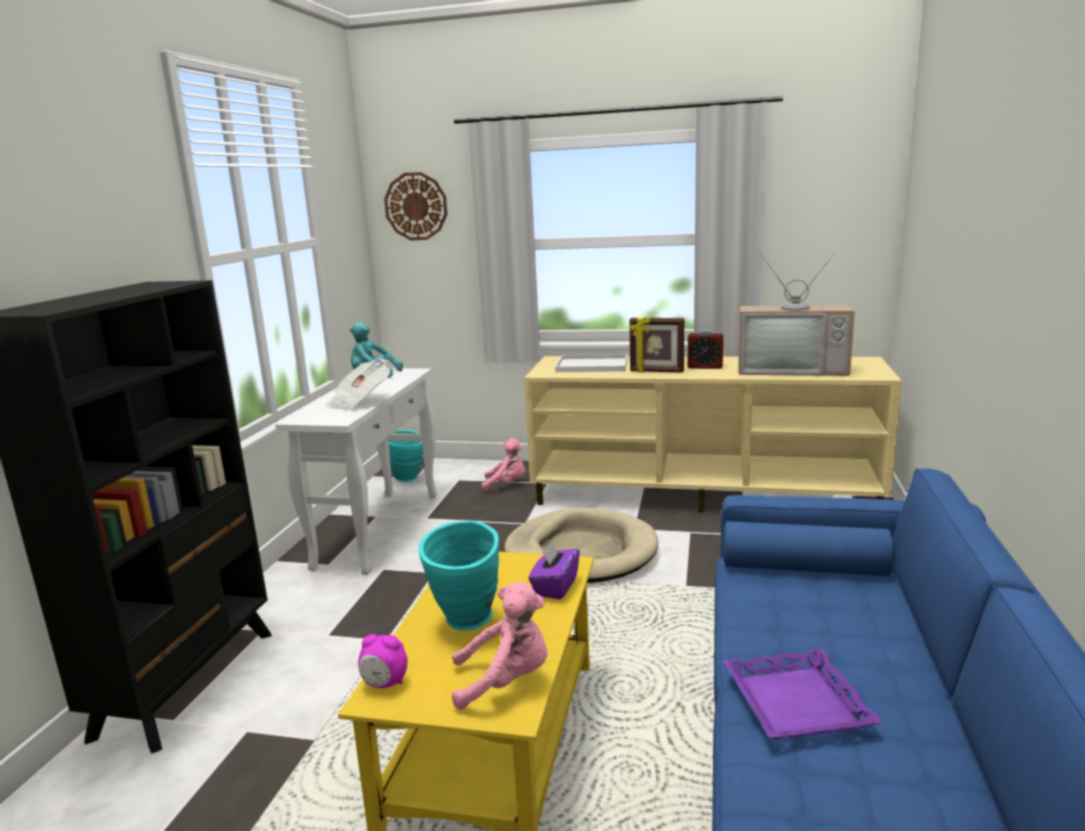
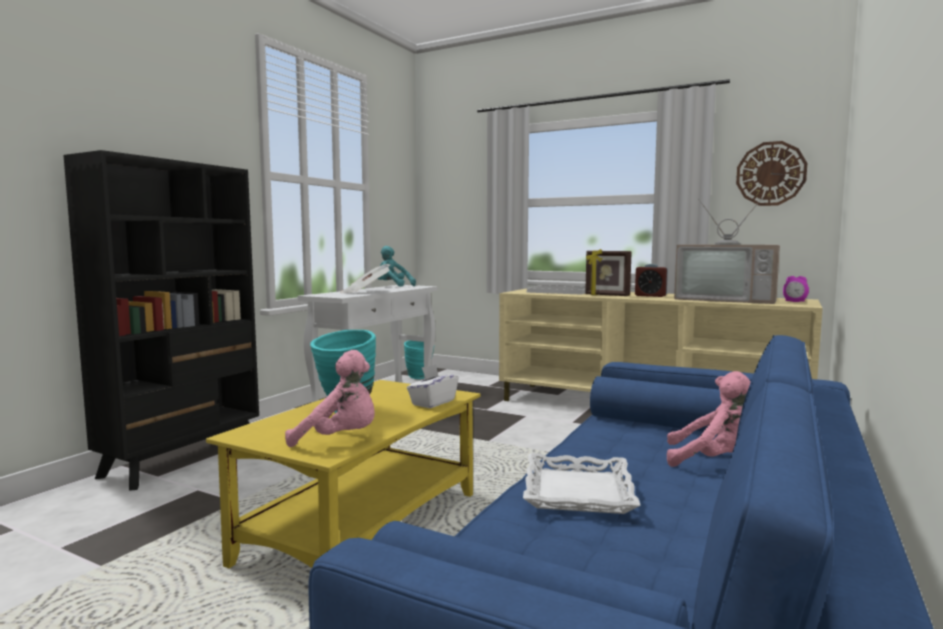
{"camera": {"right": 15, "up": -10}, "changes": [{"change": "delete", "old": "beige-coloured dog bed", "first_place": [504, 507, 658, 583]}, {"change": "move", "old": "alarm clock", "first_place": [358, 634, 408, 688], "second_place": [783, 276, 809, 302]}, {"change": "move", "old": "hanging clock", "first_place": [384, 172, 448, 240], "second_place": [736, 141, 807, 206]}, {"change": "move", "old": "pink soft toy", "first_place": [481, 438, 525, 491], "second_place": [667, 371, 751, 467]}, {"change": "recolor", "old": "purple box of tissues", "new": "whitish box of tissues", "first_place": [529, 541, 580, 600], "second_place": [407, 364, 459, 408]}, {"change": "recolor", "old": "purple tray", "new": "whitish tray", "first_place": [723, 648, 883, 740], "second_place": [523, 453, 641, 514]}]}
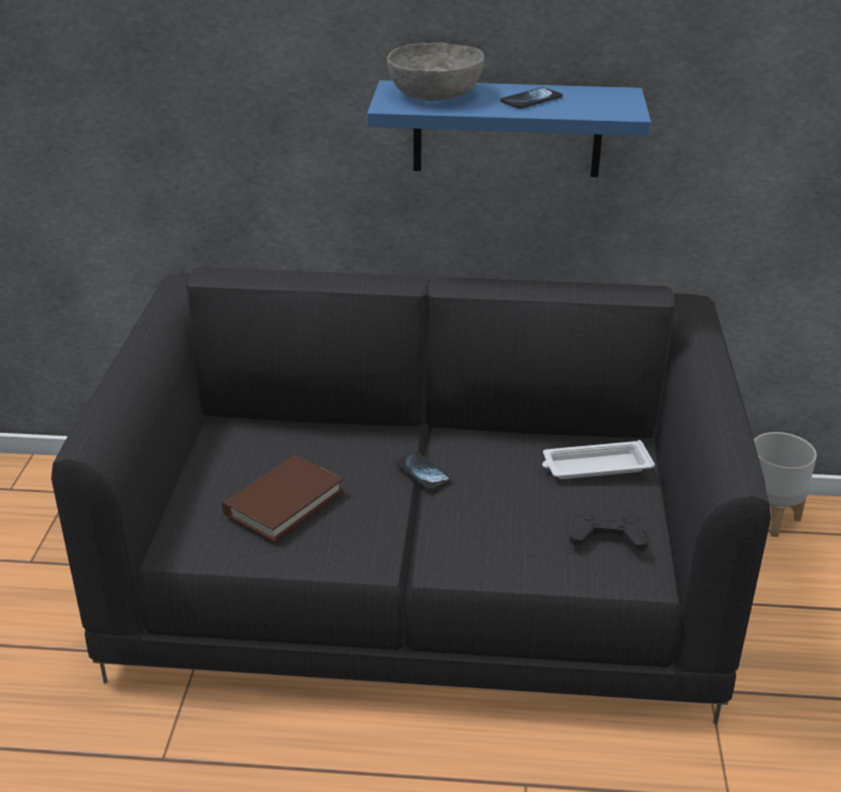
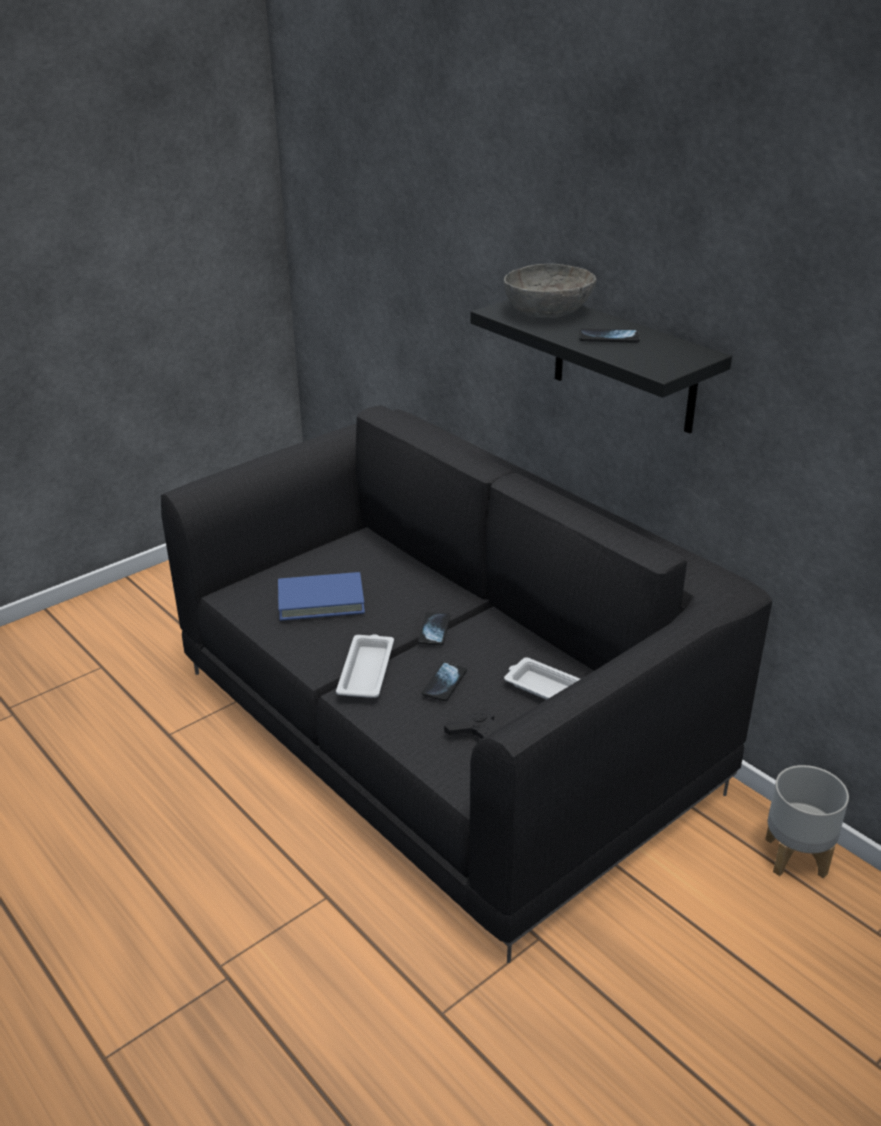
{"camera": {"right": 45, "up": 0}, "changes": [{"change": "insert", "new": "whitish tray", "second_place": [336, 634, 394, 698]}, {"change": "insert", "new": "telephone", "second_place": [422, 662, 467, 701]}, {"change": "recolor", "old": "brown-coloured volume", "new": "blue-coloured volume", "first_place": [222, 455, 344, 542], "second_place": [278, 572, 365, 621]}, {"change": "recolor", "old": "blue-coloured shelf", "new": "black shelf", "first_place": [367, 80, 651, 177], "second_place": [470, 300, 732, 434]}]}
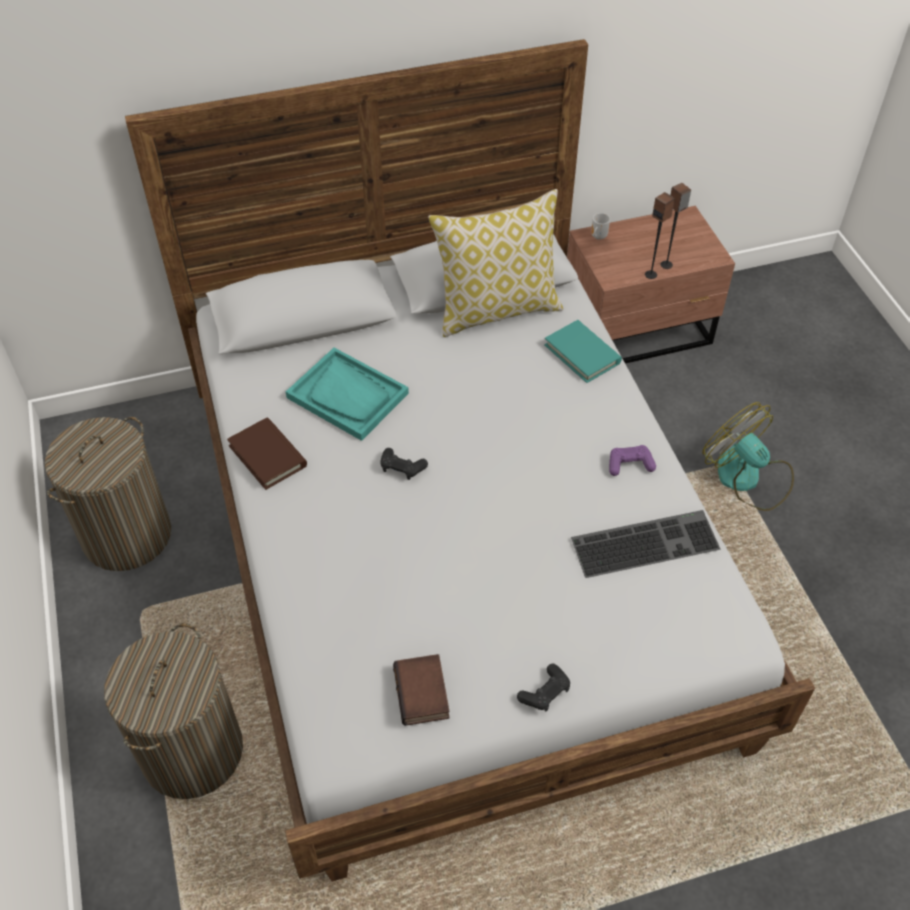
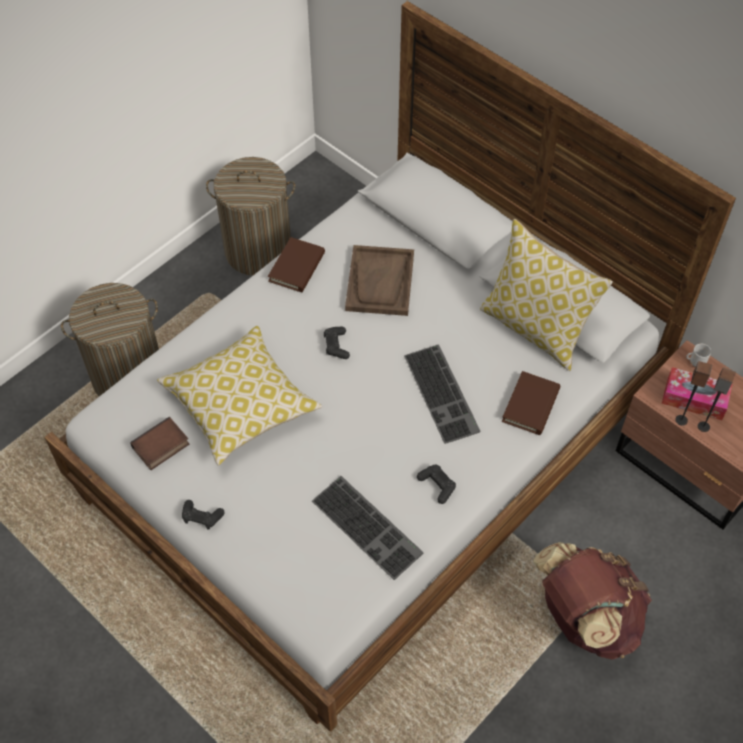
{"camera": {"right": 60, "up": 5}, "changes": [{"change": "insert", "new": "cushion", "second_place": [157, 326, 322, 466]}, {"change": "insert", "new": "PC keyboard", "second_place": [404, 344, 481, 444]}, {"change": "insert", "new": "box of tissues", "second_place": [662, 367, 732, 420]}, {"change": "replace", "old": "fan", "new": "brown-coloured rucksack", "first_place": [702, 402, 794, 511], "second_place": [533, 542, 652, 659]}, {"change": "recolor", "old": "blue-green tray", "new": "brown-coloured tray", "first_place": [286, 348, 409, 441], "second_place": [345, 245, 414, 316]}, {"change": "recolor", "old": "blue-green volume", "new": "brown-coloured volume", "first_place": [544, 320, 622, 383], "second_place": [502, 371, 560, 435]}, {"change": "recolor", "old": "purple gamepad", "new": "black gamepad", "first_place": [609, 445, 656, 476], "second_place": [417, 465, 456, 504]}]}
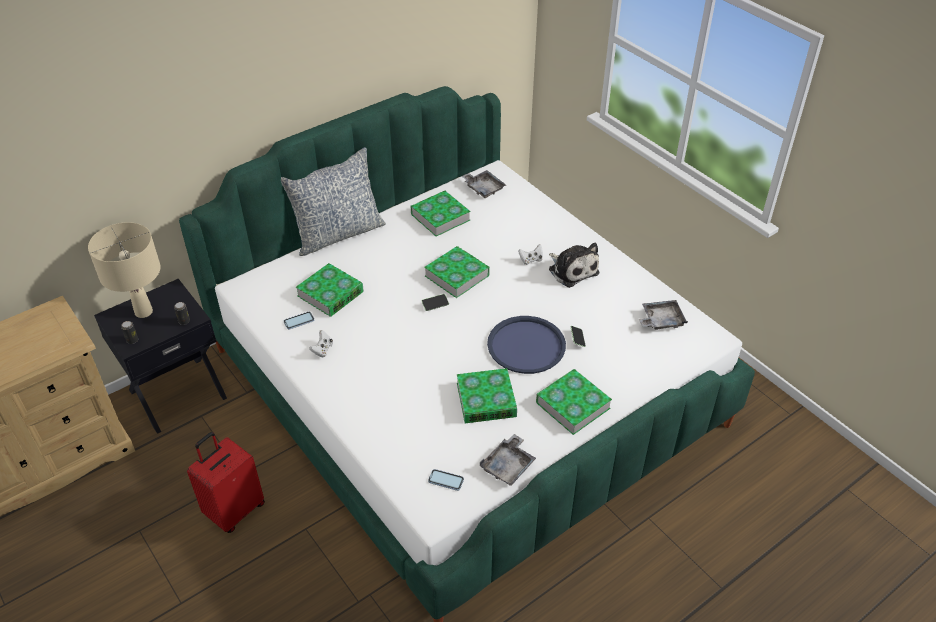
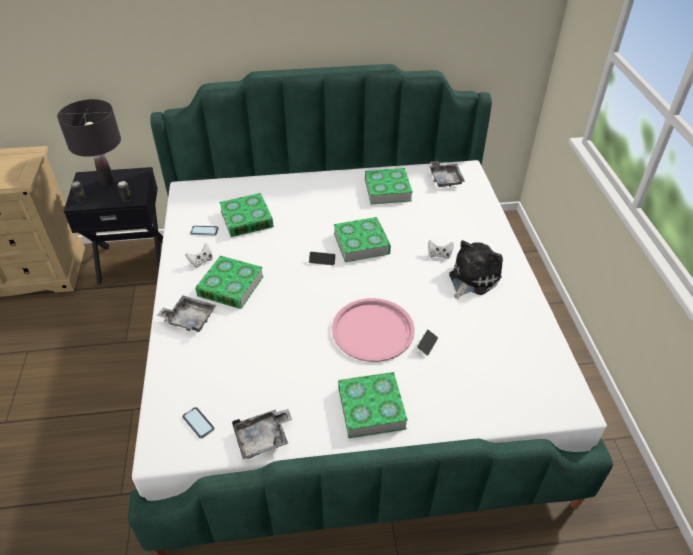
{"camera": {"right": 30, "up": 0}, "changes": [{"change": "delete", "old": "red piece of luggage", "first_place": [187, 432, 265, 533]}, {"change": "delete", "old": "cushion", "first_place": [281, 147, 386, 256]}, {"change": "move", "old": "volume", "first_place": [457, 368, 517, 423], "second_place": [195, 256, 264, 309]}, {"change": "move", "old": "greyish tray", "first_place": [639, 300, 688, 330], "second_place": [157, 295, 216, 332]}, {"change": "recolor", "old": "beige-coloured table lamp", "new": "black table lamp", "first_place": [88, 222, 161, 318], "second_place": [57, 99, 121, 187]}, {"change": "recolor", "old": "blue-coloured tray", "new": "pink tray", "first_place": [487, 316, 566, 374], "second_place": [332, 298, 415, 362]}, {"change": "rotate", "old": "soft toy", "first_place": [549, 243, 599, 288], "second_place": [449, 240, 503, 299], "degrees": -135}]}
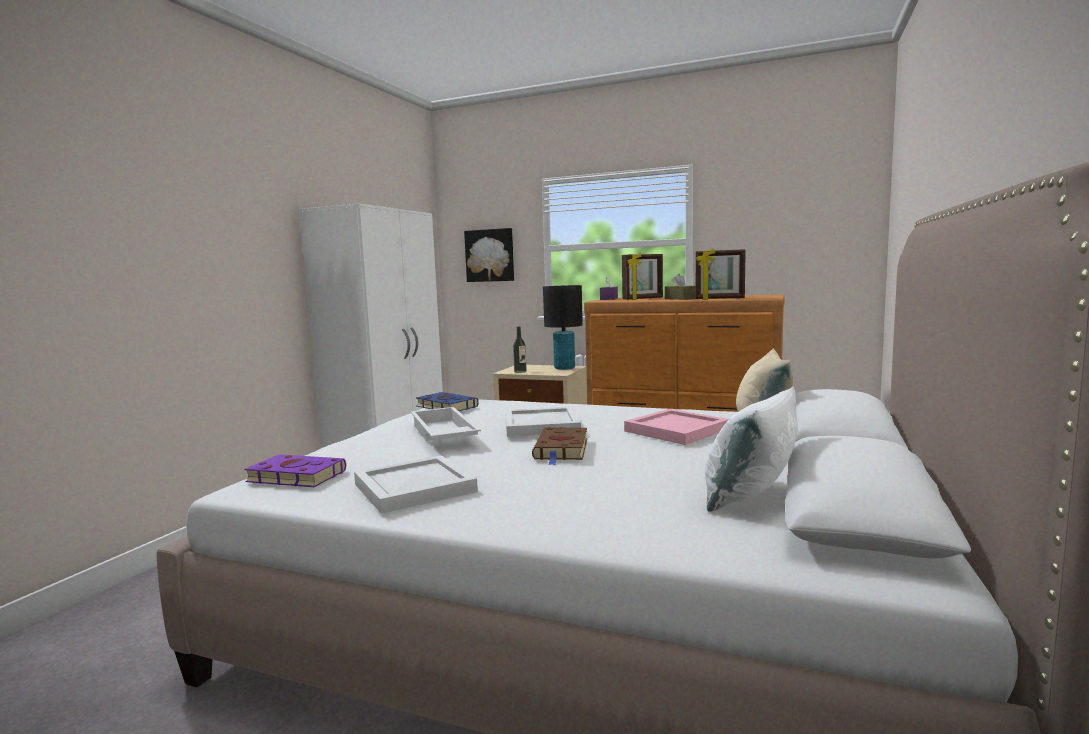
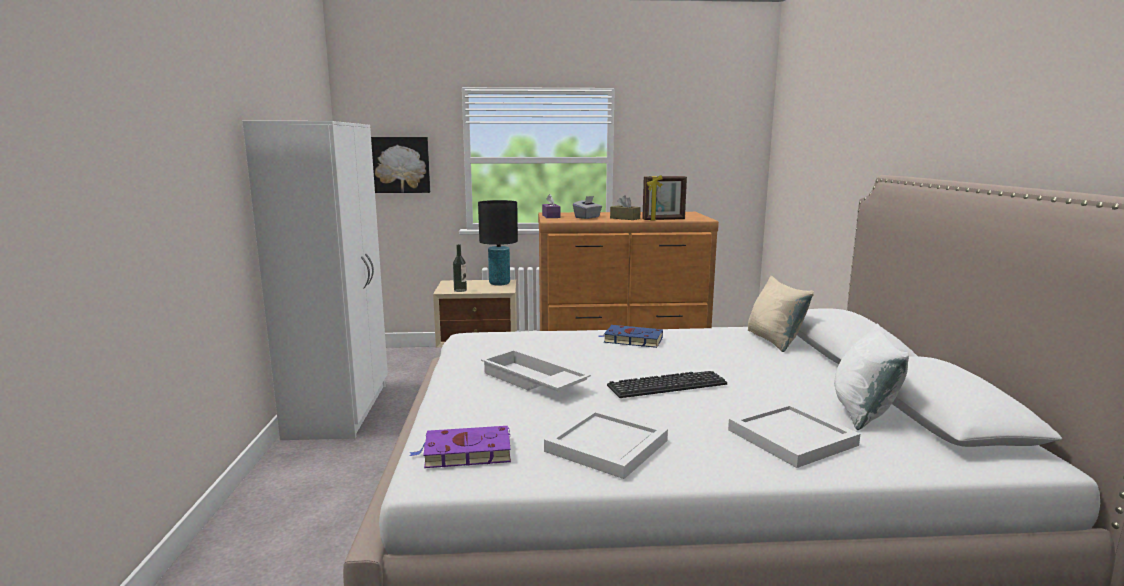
{"camera": {"right": -25, "up": 5}, "changes": [{"change": "delete", "old": "pink tray", "first_place": [624, 409, 729, 445]}, {"change": "move", "old": "blue-coloured volume", "first_place": [416, 392, 479, 411], "second_place": [598, 325, 663, 348]}, {"change": "move", "old": "whitish tray", "first_place": [505, 407, 581, 437], "second_place": [728, 402, 860, 468]}, {"change": "replace", "old": "brown-coloured volume", "new": "PC keyboard", "first_place": [532, 427, 587, 465], "second_place": [607, 371, 727, 398]}, {"change": "replace", "old": "standing frame", "new": "greyish box of tissues", "first_place": [622, 252, 663, 300], "second_place": [573, 196, 602, 219]}]}
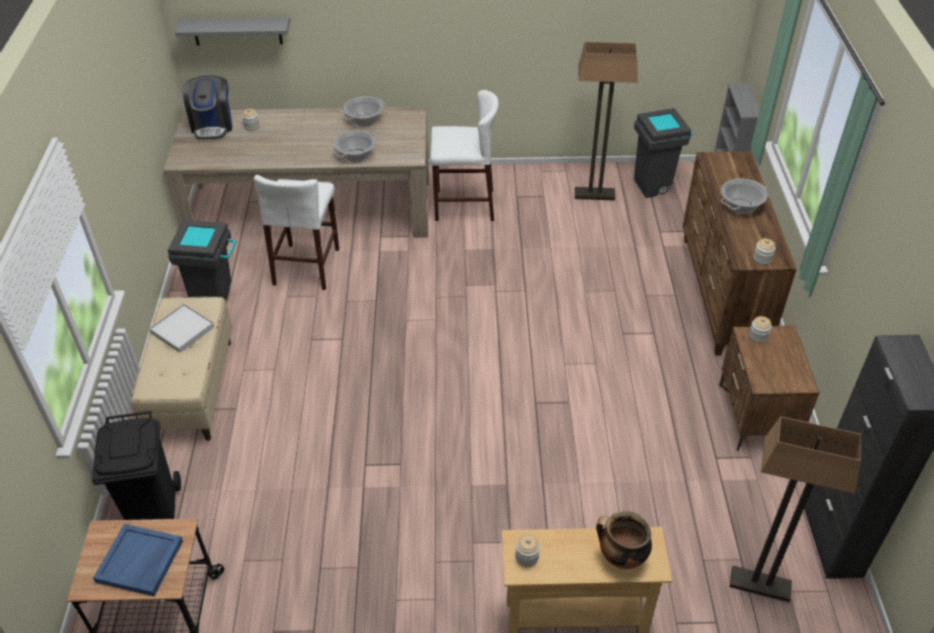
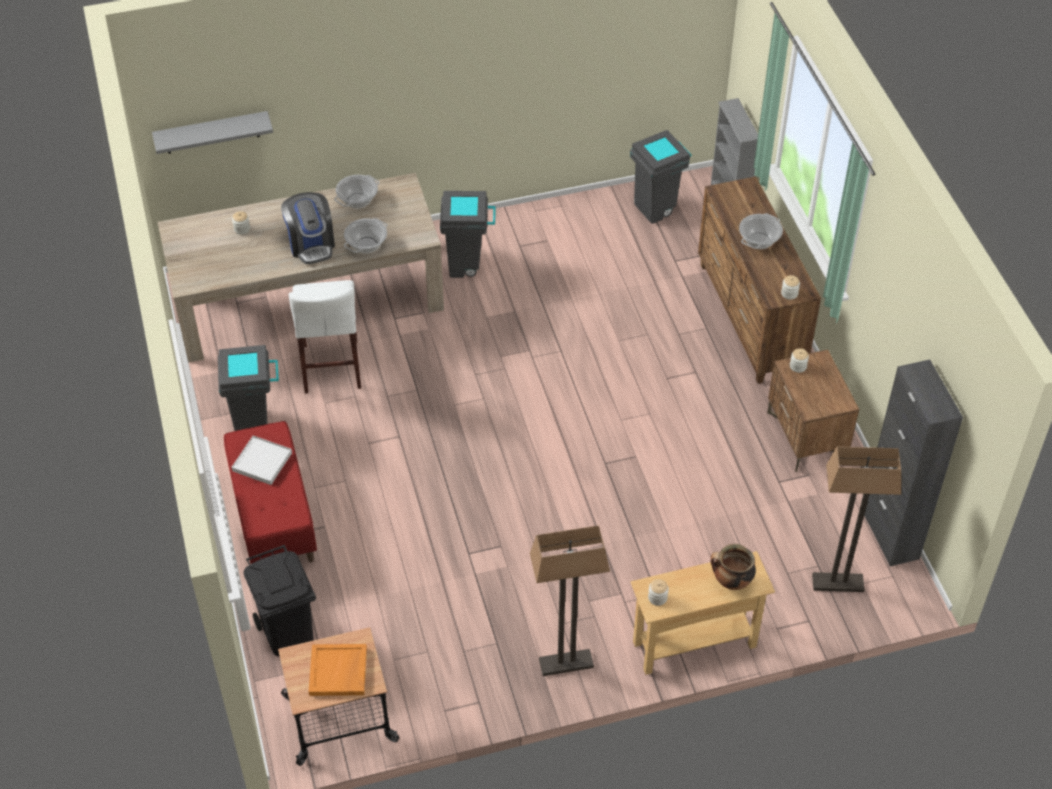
{"camera": {"right": -15, "up": 5}, "changes": [{"change": "move", "old": "coffee brewer", "first_place": [183, 76, 232, 140], "second_place": [281, 192, 335, 264]}, {"change": "move", "old": "floor lamp", "first_place": [575, 42, 638, 201], "second_place": [530, 525, 610, 676]}, {"change": "replace", "old": "whitish stool seat", "new": "greyish rubbish bin", "first_place": [430, 90, 499, 221], "second_place": [440, 191, 496, 278]}, {"change": "recolor", "old": "blue-coloured tray", "new": "orange-coloured tray", "first_place": [93, 524, 183, 596], "second_place": [309, 644, 367, 696]}, {"change": "recolor", "old": "beige-coloured bench", "new": "red bench", "first_place": [131, 297, 232, 441], "second_place": [224, 421, 317, 564]}]}
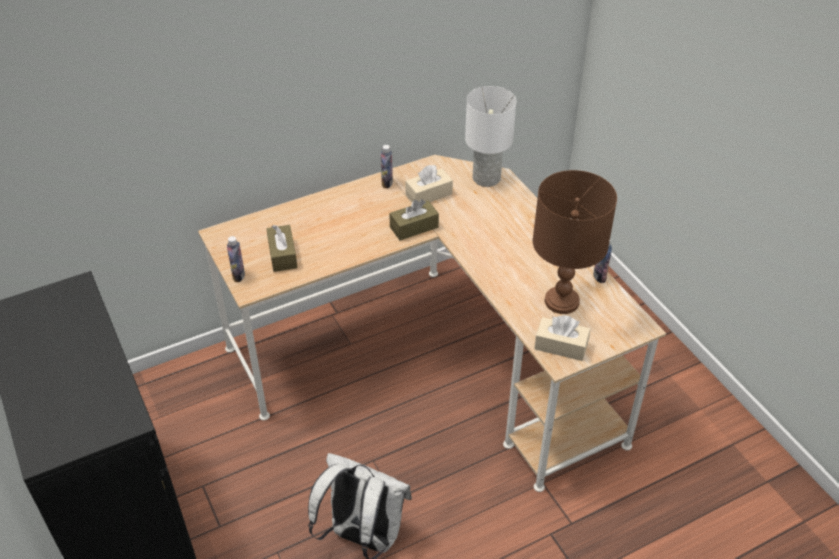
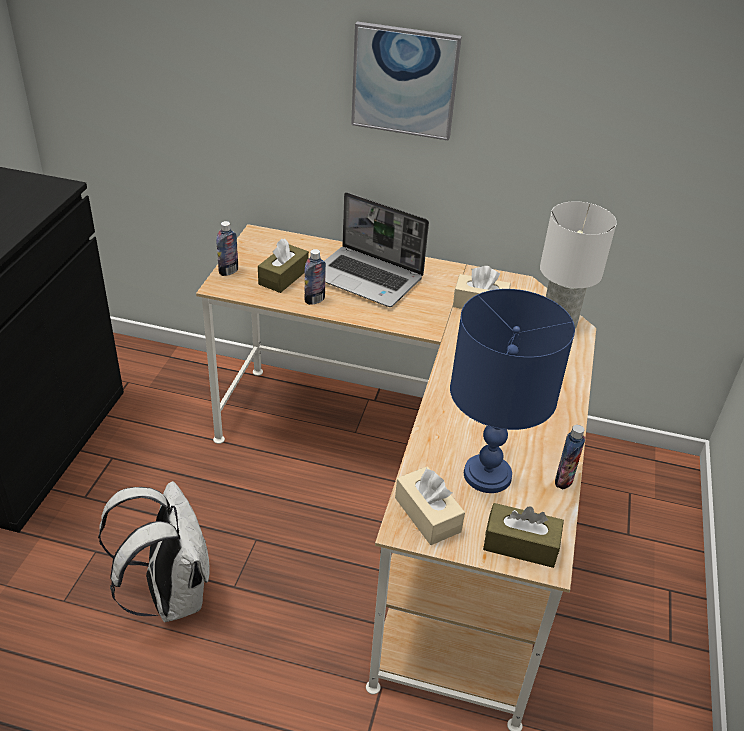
{"camera": {"right": 40, "up": -5}, "changes": [{"change": "insert", "new": "notebook computer", "second_place": [324, 192, 429, 307]}, {"change": "insert", "new": "wall picture", "second_place": [351, 21, 462, 141]}, {"change": "move", "old": "drink bottle", "first_place": [381, 145, 393, 188], "second_place": [304, 249, 326, 305]}, {"change": "move", "old": "brown-coloured box of tissues", "first_place": [389, 199, 439, 240], "second_place": [483, 503, 564, 568]}, {"change": "recolor", "old": "brown-coloured table lamp", "new": "blue-coloured table lamp", "first_place": [533, 170, 617, 314], "second_place": [450, 289, 575, 493]}]}
